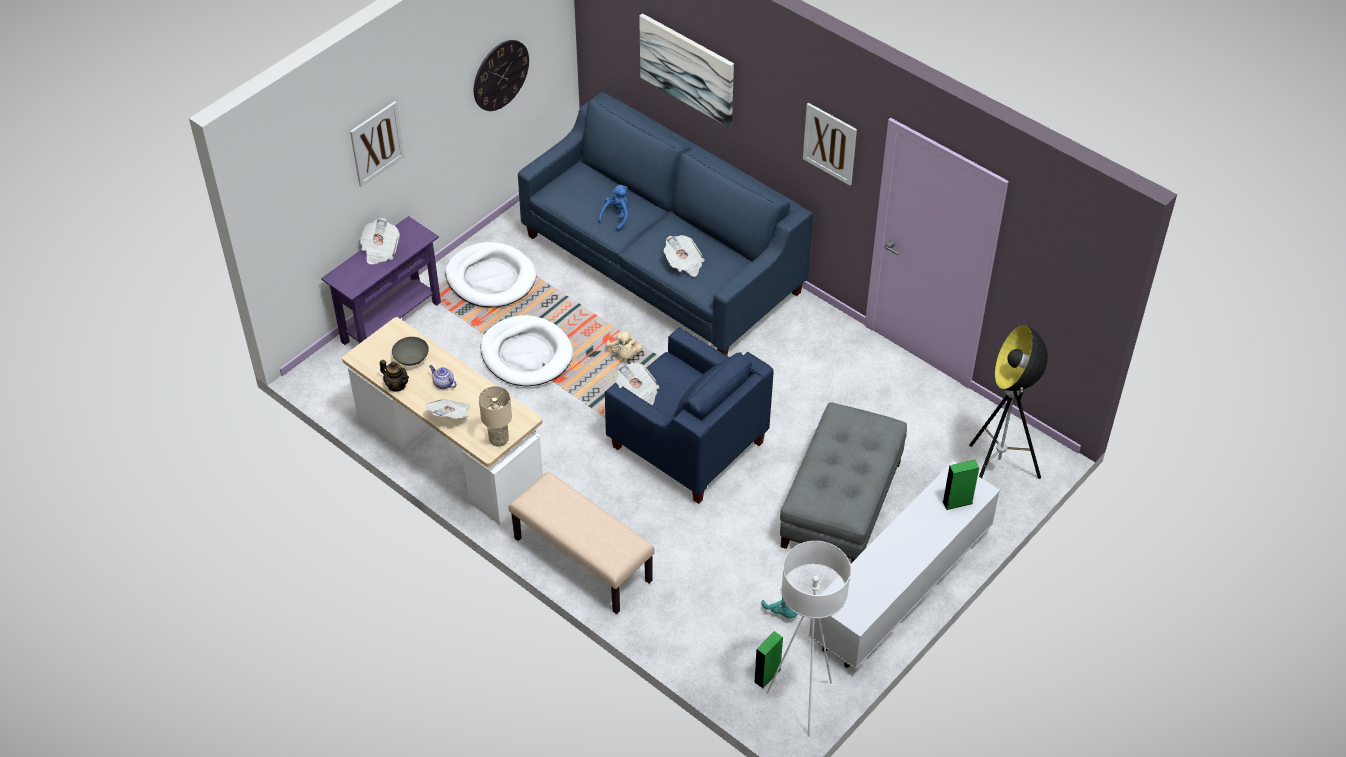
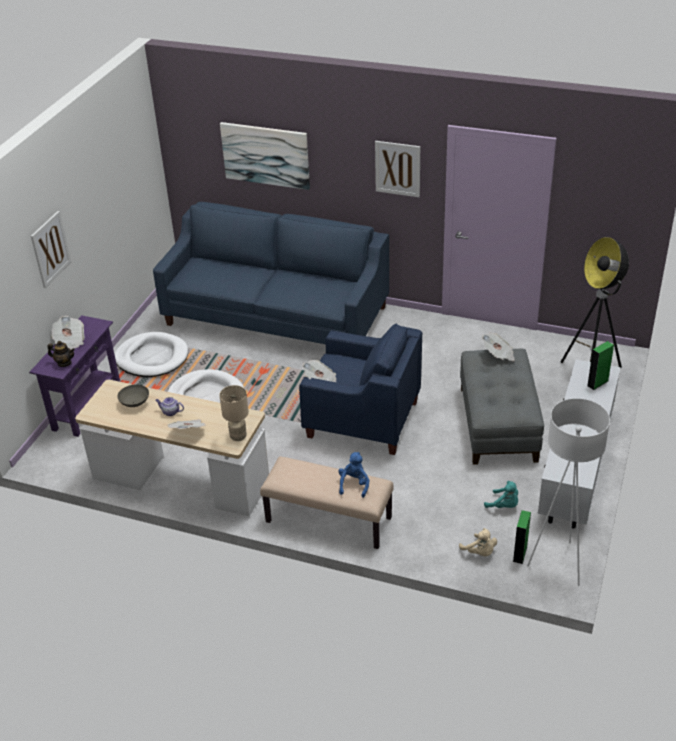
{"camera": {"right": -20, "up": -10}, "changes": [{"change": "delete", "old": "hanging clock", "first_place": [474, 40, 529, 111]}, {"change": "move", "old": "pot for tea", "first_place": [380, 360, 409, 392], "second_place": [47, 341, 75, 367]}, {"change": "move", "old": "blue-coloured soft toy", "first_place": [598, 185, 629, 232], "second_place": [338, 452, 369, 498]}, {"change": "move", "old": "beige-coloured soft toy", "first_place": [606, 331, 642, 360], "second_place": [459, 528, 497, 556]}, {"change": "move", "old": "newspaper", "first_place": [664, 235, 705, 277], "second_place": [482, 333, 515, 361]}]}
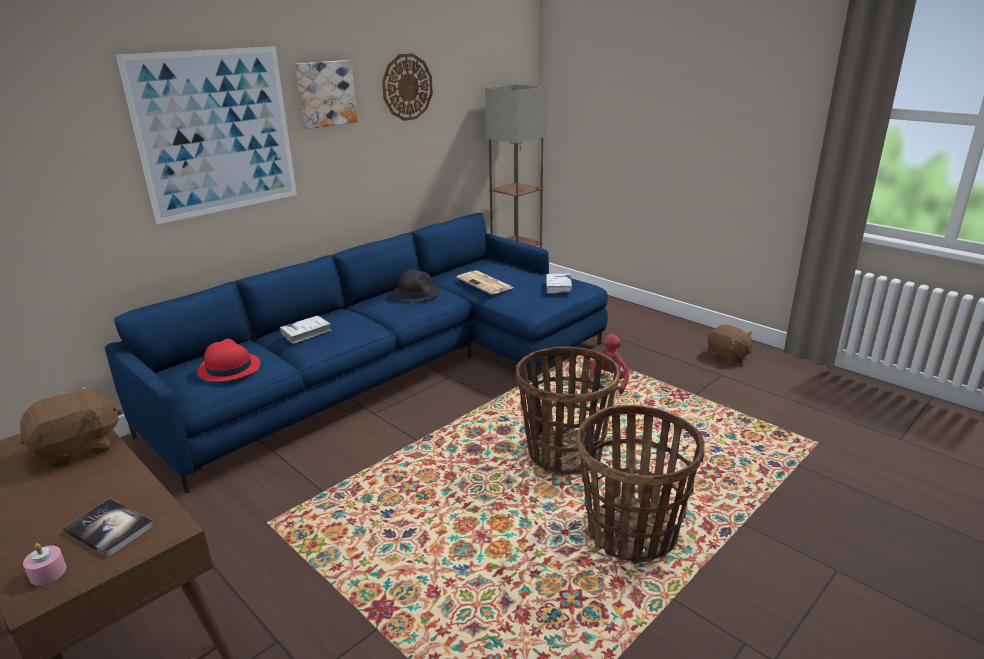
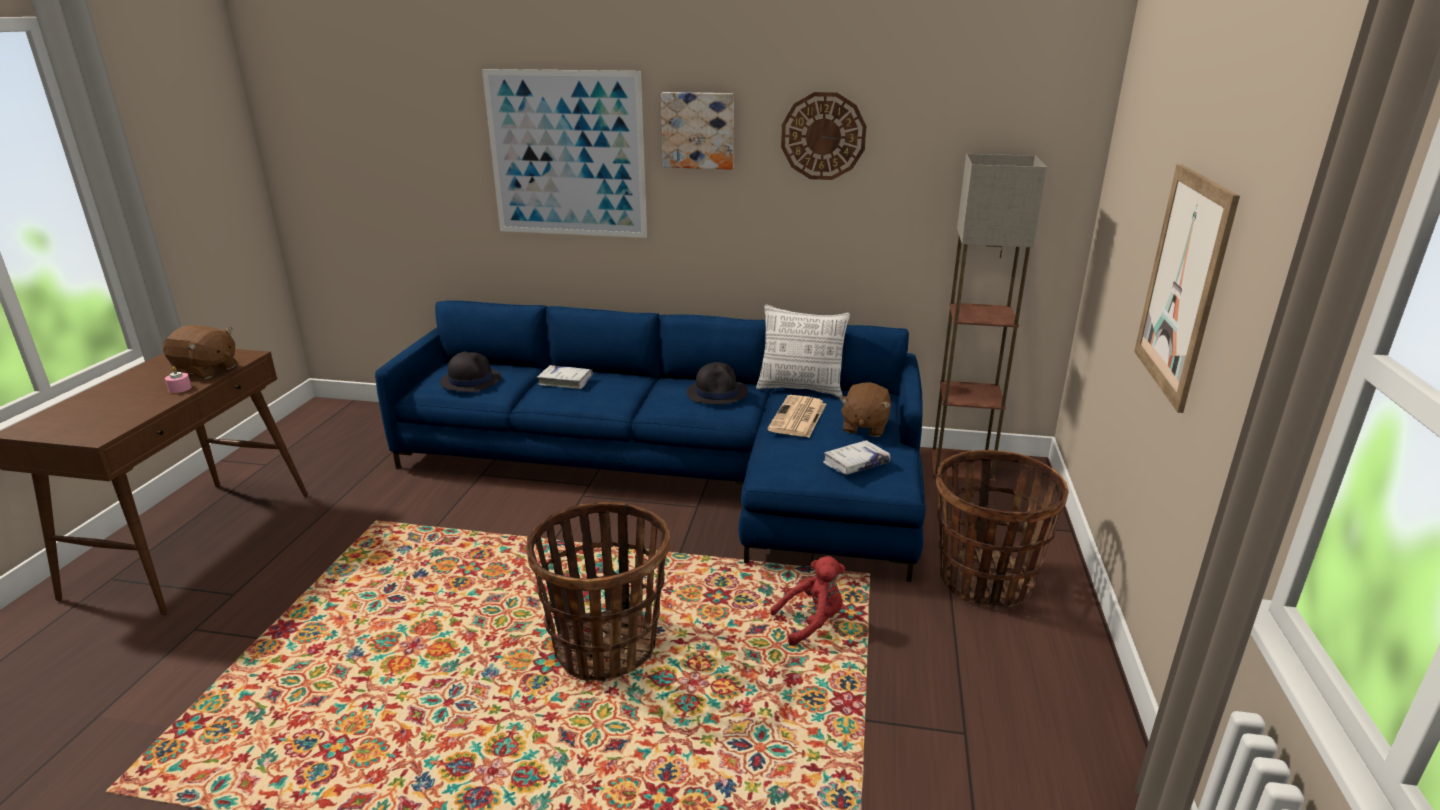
{"camera": {"right": 55, "up": 0}, "changes": [{"change": "delete", "old": "volume", "first_place": [63, 499, 154, 557]}, {"change": "insert", "new": "cushion", "second_place": [756, 304, 850, 398]}, {"change": "insert", "new": "wall picture", "second_place": [1134, 164, 1240, 413]}, {"change": "move", "old": "pink wax light", "first_place": [23, 543, 67, 585], "second_place": [165, 366, 192, 393]}, {"change": "move", "old": "storage basket", "first_place": [577, 405, 705, 563], "second_place": [936, 450, 1069, 608]}, {"change": "move", "old": "brown-coloured soft toy", "first_place": [708, 325, 752, 363], "second_place": [840, 382, 891, 437]}, {"change": "recolor", "old": "red wearable hat", "new": "black wearable hat", "first_place": [197, 339, 260, 382], "second_place": [440, 352, 501, 392]}]}
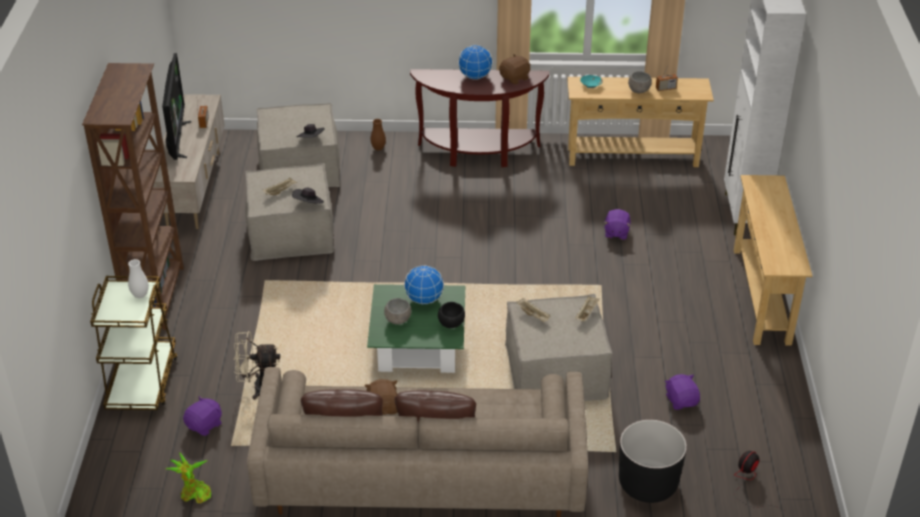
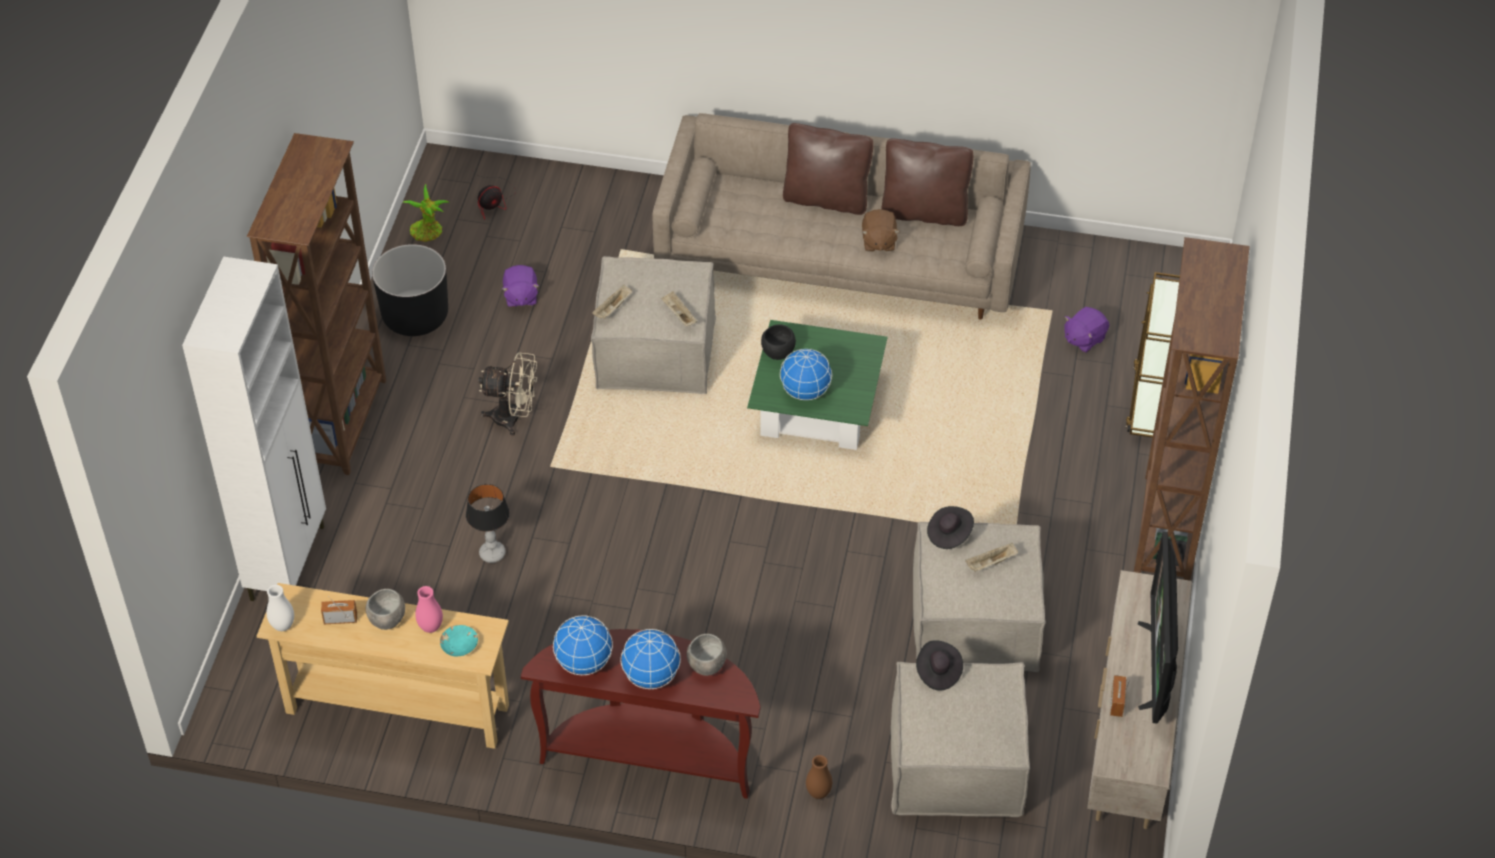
{"camera": {"right": -170, "up": 10}, "changes": [{"change": "insert", "new": "pink vase", "second_place": [415, 586, 443, 633]}, {"change": "move", "old": "whitish vase", "first_place": [128, 259, 149, 298], "second_place": [267, 585, 294, 631]}, {"change": "move", "old": "plant in a pot", "first_place": [166, 452, 211, 503], "second_place": [403, 184, 449, 242]}, {"change": "move", "old": "beige-coloured fan", "first_place": [233, 331, 280, 400], "second_place": [478, 352, 537, 436]}, {"change": "move", "old": "greyish serving bowl", "first_place": [384, 298, 411, 325], "second_place": [687, 634, 727, 676]}, {"change": "move", "old": "black plant pot", "first_place": [619, 420, 687, 503], "second_place": [372, 244, 448, 336]}, {"change": "replace", "old": "brown-coloured soft toy", "new": "world globe", "first_place": [499, 54, 531, 85], "second_place": [553, 615, 613, 675]}, {"change": "replace", "old": "purple soft toy", "new": "table lamp", "first_place": [604, 209, 631, 240], "second_place": [466, 484, 510, 563]}, {"change": "replace", "old": "beige-coloured hall table", "new": "brown-coloured bookcase", "first_place": [734, 175, 812, 345], "second_place": [247, 133, 386, 475]}]}
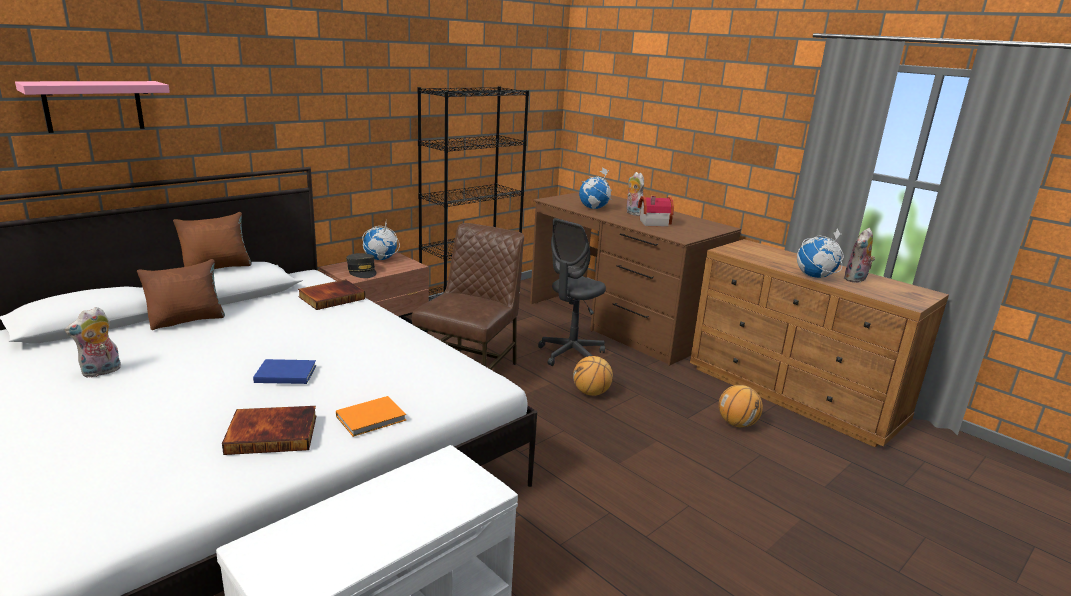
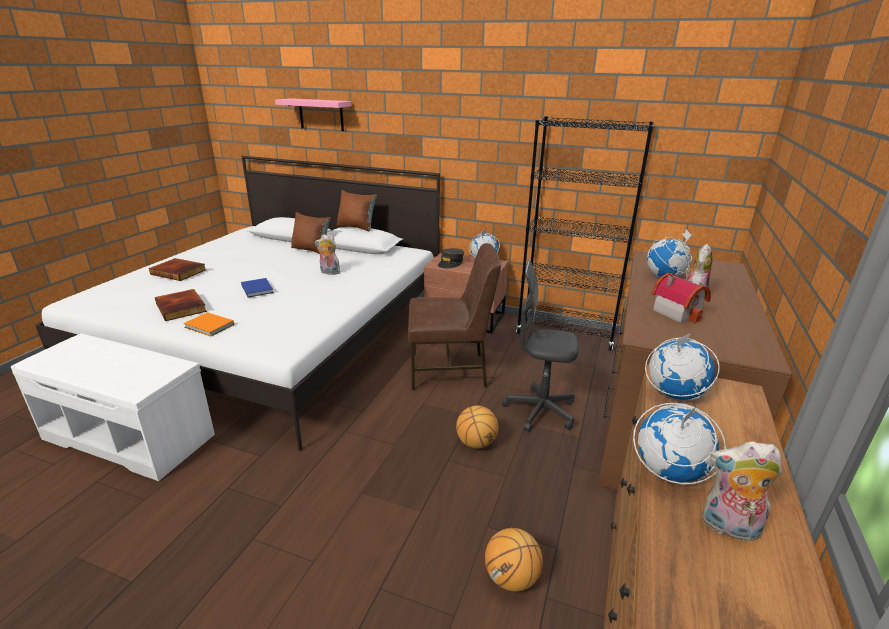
{"camera": {"right": 65, "up": 5}, "changes": [{"change": "insert", "new": "world globe", "second_place": [645, 333, 720, 401]}, {"change": "move", "old": "soft toy", "first_place": [65, 307, 121, 377], "second_place": [315, 234, 340, 275]}, {"change": "move", "old": "volume", "first_place": [298, 279, 365, 310], "second_place": [149, 258, 206, 281]}]}
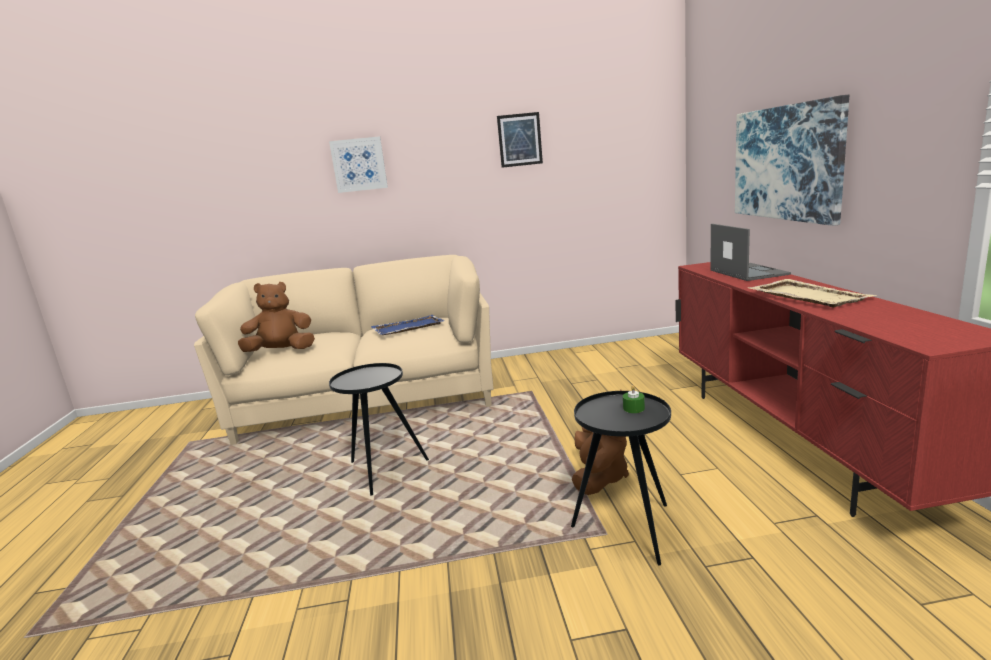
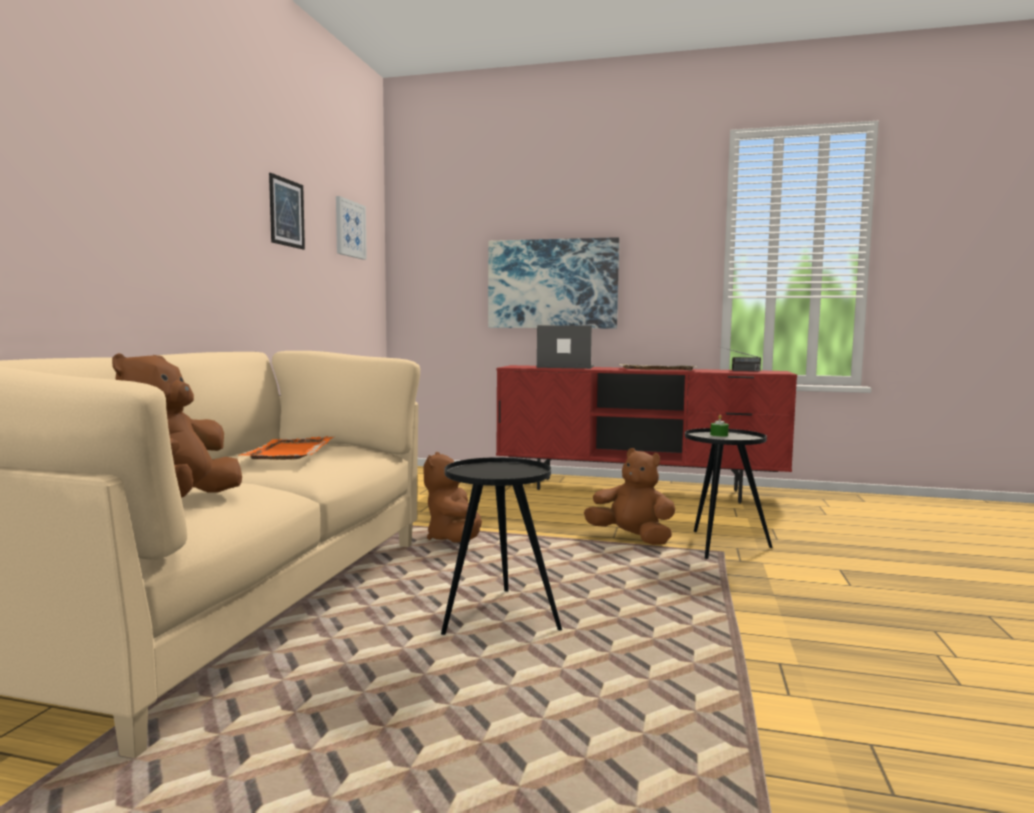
{"camera": {"right": -70, "up": -10}, "changes": [{"change": "insert", "new": "brown-coloured soft toy", "second_place": [423, 452, 482, 543]}, {"change": "insert", "new": "radio set", "second_place": [721, 347, 761, 371]}, {"change": "move", "old": "wall picture", "first_place": [329, 136, 388, 193], "second_place": [336, 196, 367, 260]}, {"change": "recolor", "old": "blue-coloured tray", "new": "orange-coloured tray", "first_place": [371, 315, 445, 335], "second_place": [238, 436, 334, 460]}]}
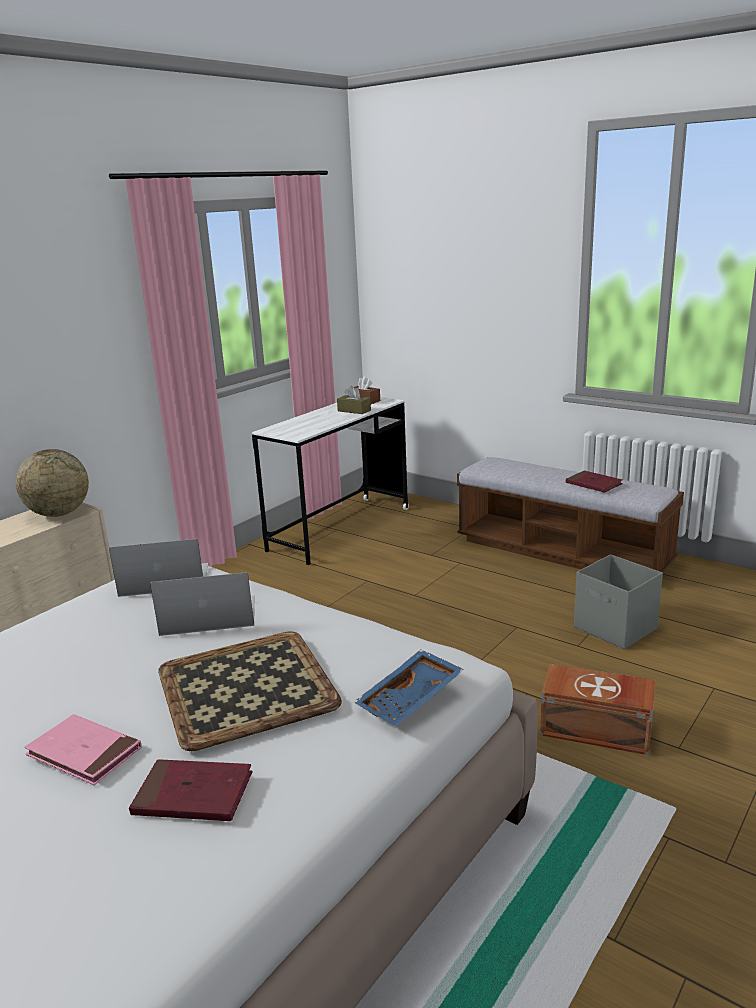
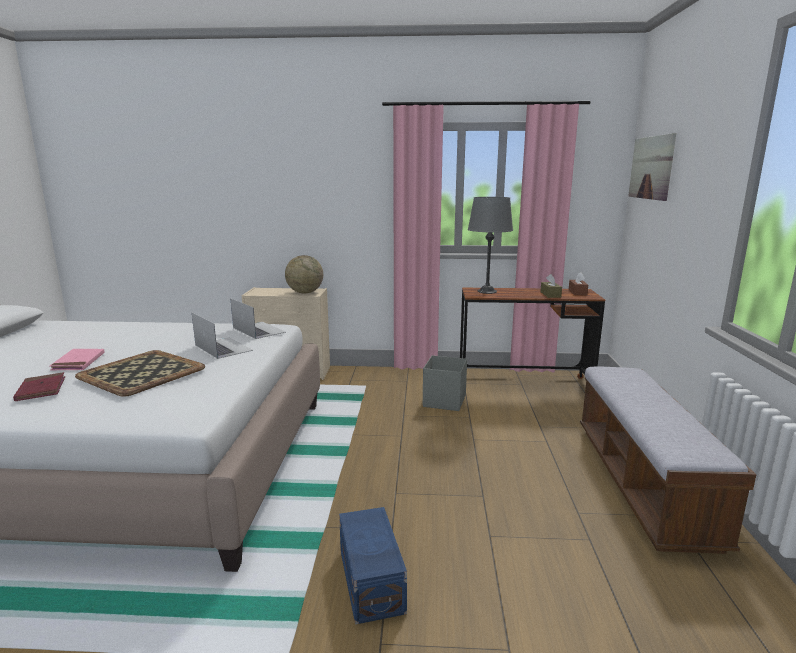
{"camera": {"right": 55, "up": -5}, "changes": [{"change": "delete", "old": "blue-coloured tray", "first_place": [353, 650, 464, 726]}, {"change": "delete", "old": "red volume", "first_place": [566, 471, 623, 493]}, {"change": "insert", "new": "greyish table lamp", "second_place": [468, 197, 513, 294]}, {"change": "insert", "new": "wall picture", "second_place": [628, 133, 676, 201]}, {"change": "move", "old": "greyish storage bin", "first_place": [574, 554, 663, 650], "second_place": [423, 355, 467, 411]}, {"change": "recolor", "old": "whitish desk", "new": "brown-coloured desk", "first_place": [252, 397, 409, 565], "second_place": [460, 288, 605, 379]}, {"change": "recolor", "old": "brown-coloured storage bin", "new": "blue-coloured storage bin", "first_place": [540, 664, 655, 755], "second_place": [339, 507, 407, 624]}]}
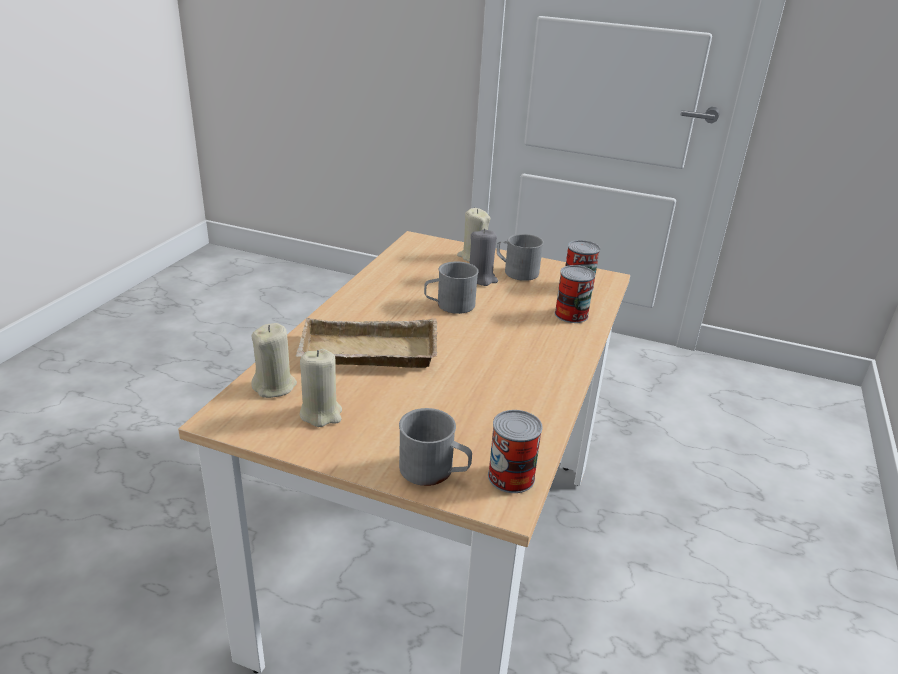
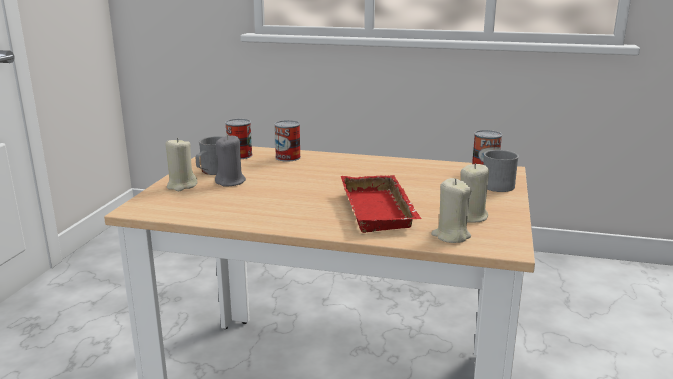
{"camera": {"right": -95, "up": -10}, "changes": [{"change": "delete", "old": "greyish mug", "first_place": [424, 262, 479, 314]}, {"change": "recolor", "old": "beige-coloured tray", "new": "red tray", "first_place": [296, 318, 438, 368], "second_place": [341, 175, 421, 233]}]}
